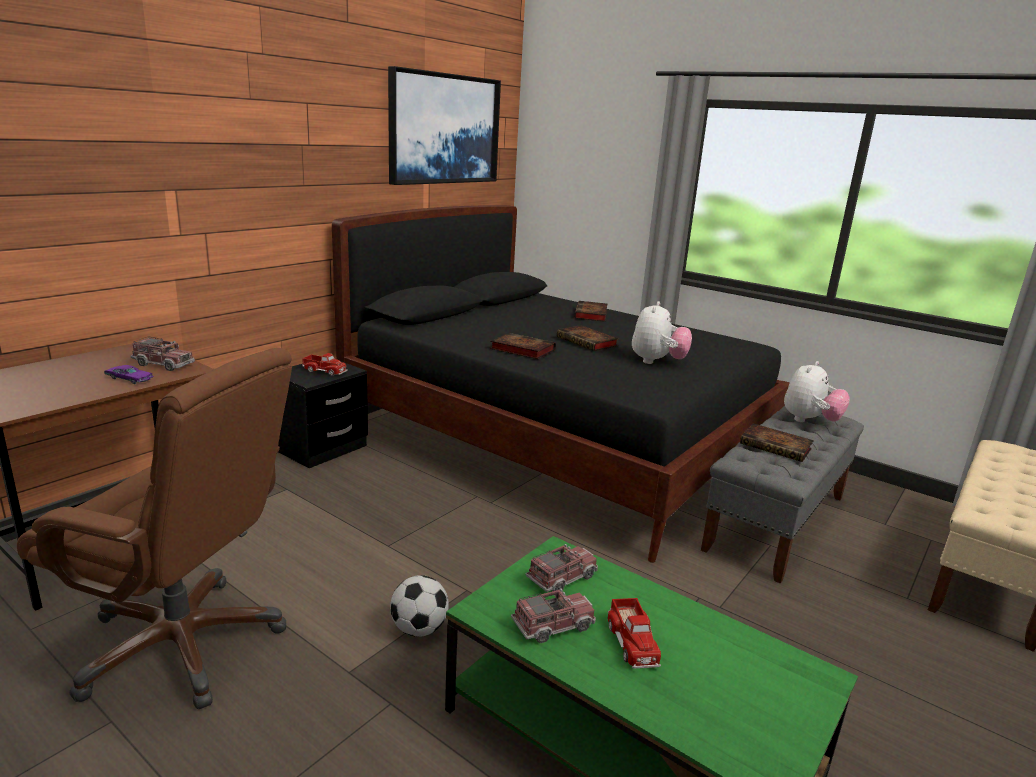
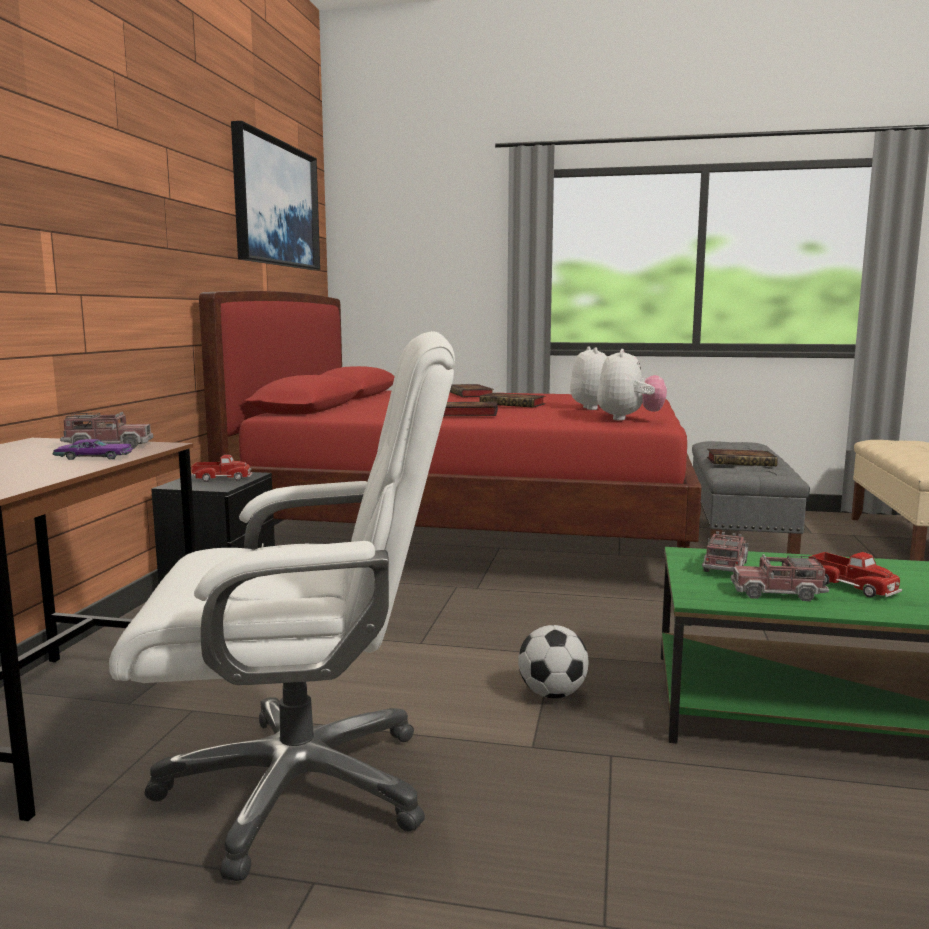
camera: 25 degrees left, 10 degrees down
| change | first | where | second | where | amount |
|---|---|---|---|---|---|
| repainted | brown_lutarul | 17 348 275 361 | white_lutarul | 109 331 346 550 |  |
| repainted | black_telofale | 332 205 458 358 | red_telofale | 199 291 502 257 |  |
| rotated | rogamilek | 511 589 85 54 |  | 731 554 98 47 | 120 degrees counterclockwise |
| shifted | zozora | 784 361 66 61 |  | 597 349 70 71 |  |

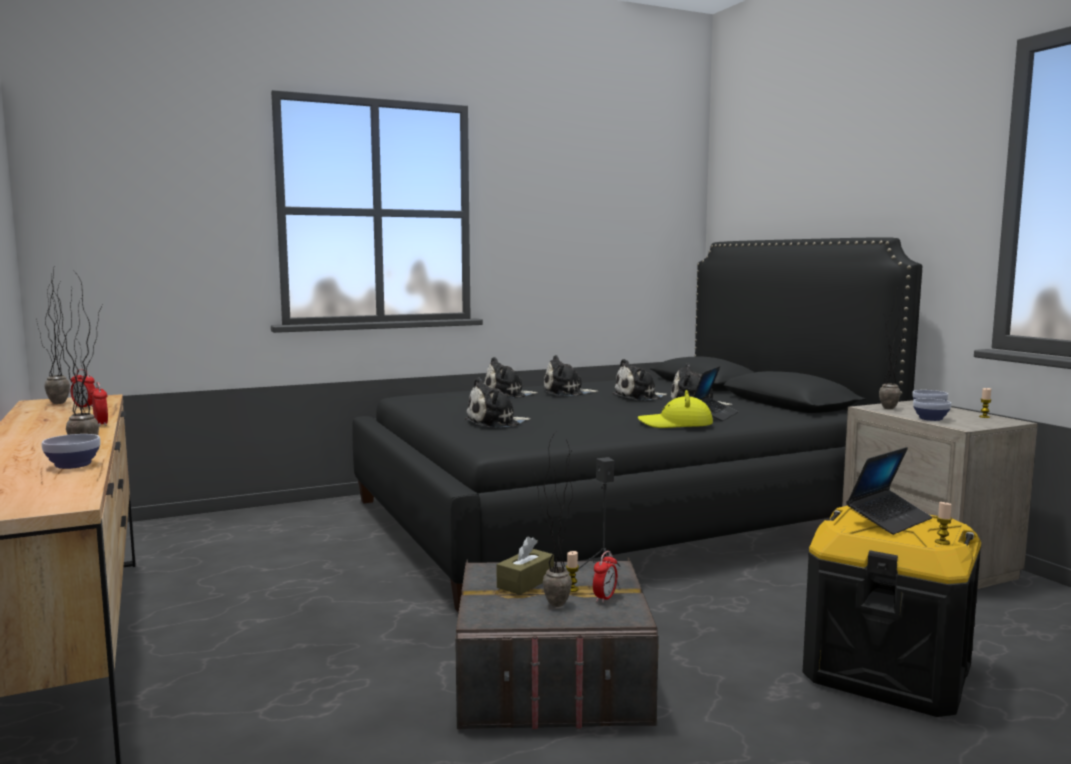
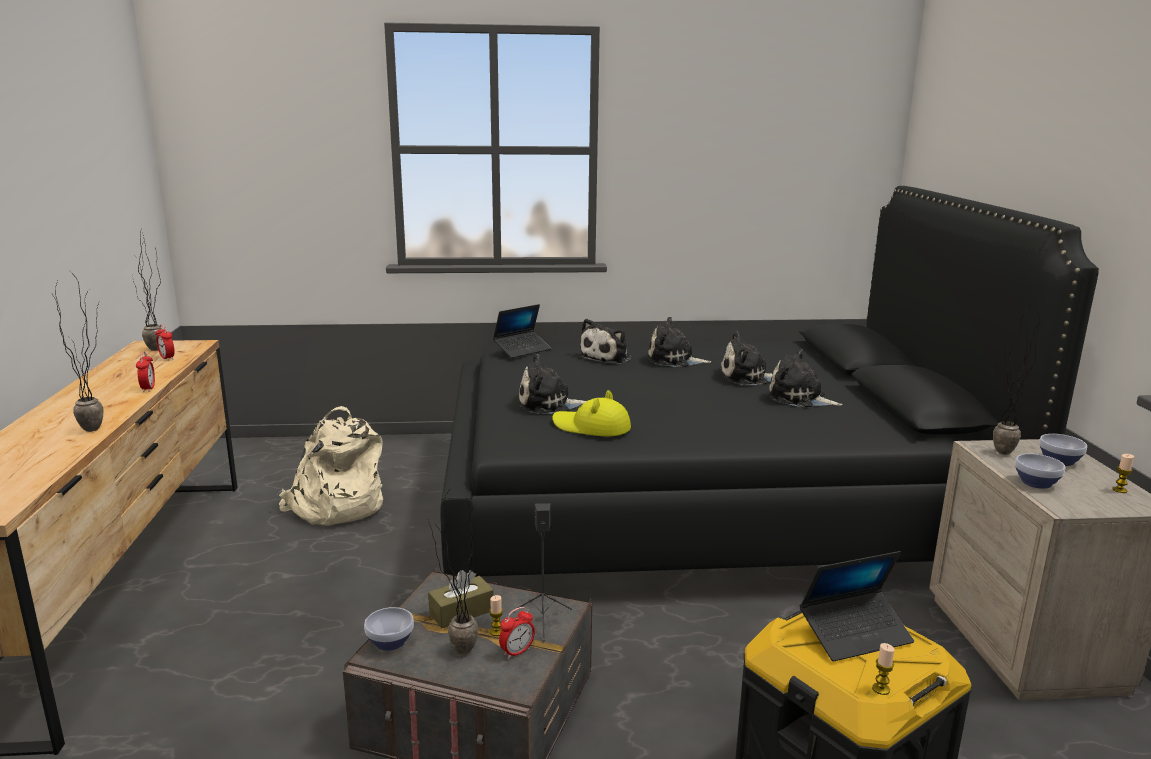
camera: 20 degrees right, 10 degrees up
| change | first | where | second | where | amount |
|---|---|---|---|---|---|
| shifted | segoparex | 42 434 59 35 |  | 364 607 50 44 |  |
| rotated | zozora | 484 357 54 41 |  | 578 319 54 45 | 60 degrees counterclockwise |
| shifted | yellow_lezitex | 638 390 75 38 |  | 552 390 79 47 |  |
| shifted | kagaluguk | 693 366 45 55 |  | 493 304 58 54 |  |
| new |  |  | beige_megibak | 278 406 105 120 |  |

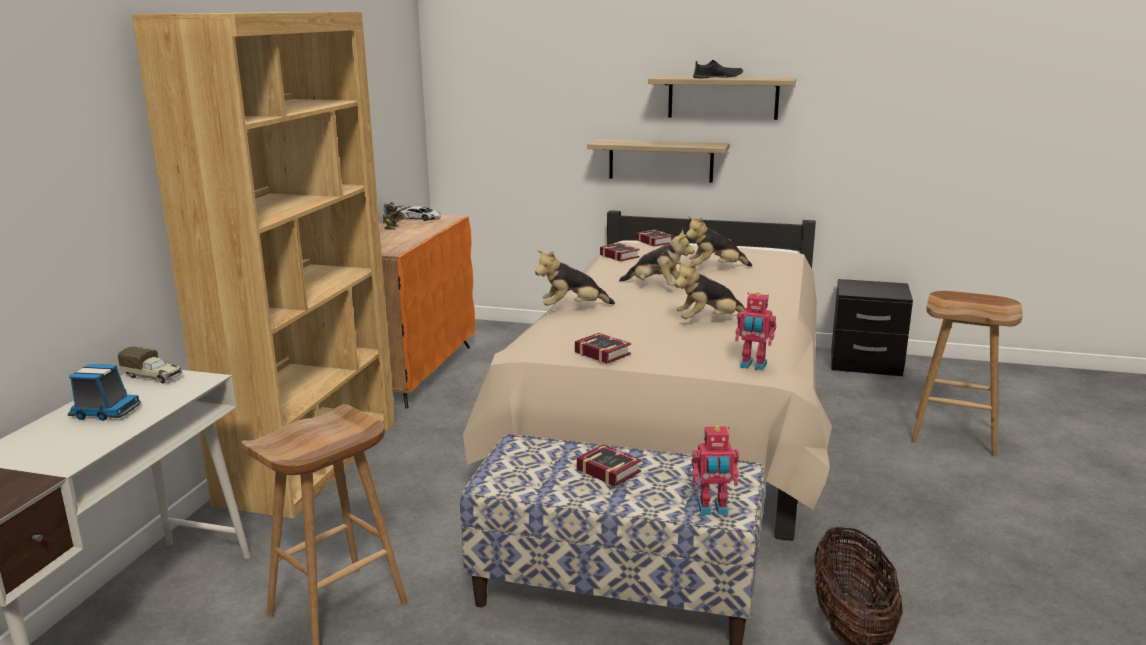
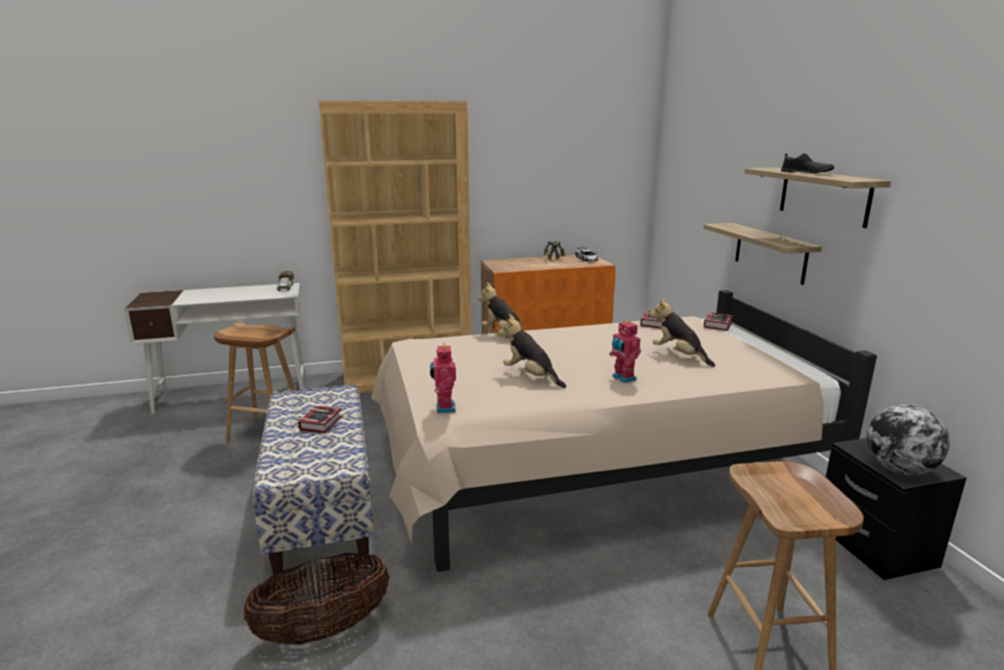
camera: 60 degrees right, 0 degrees up
| change | first | where | second | where | amount |
|---|---|---|---|---|---|
| gone | rogamilek | 68 364 73 57 |  |  |  |
| gone | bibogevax | 575 333 56 31 |  |  |  |
| gone | zozora | 619 229 76 57 |  |  |  |
| shifted | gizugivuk | 692 425 47 90 |  | 609 319 32 64 |  |
| new |  |  | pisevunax | 867 404 83 71 |  |

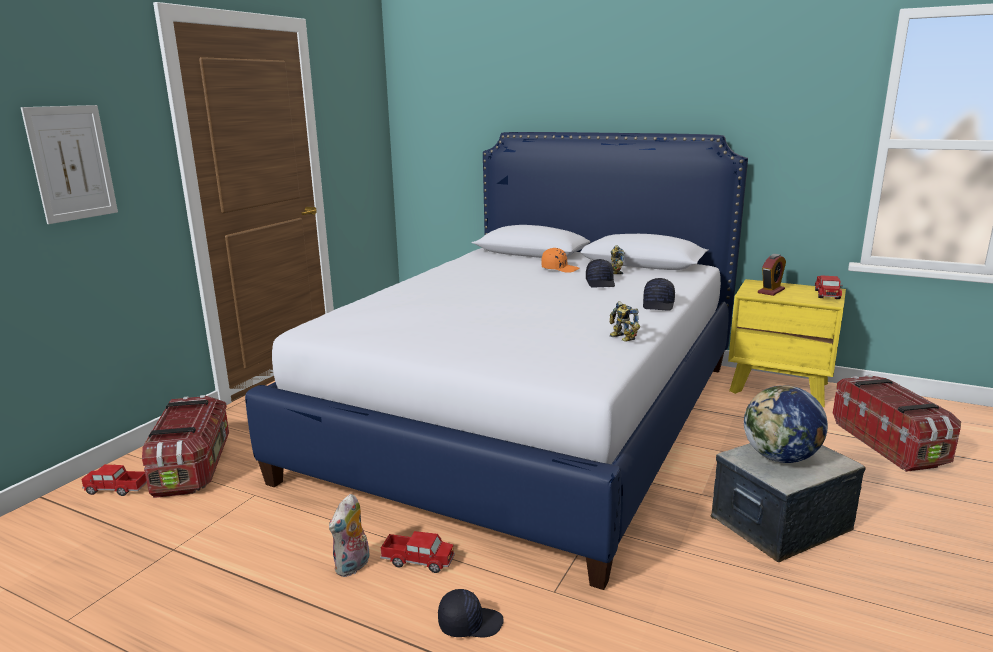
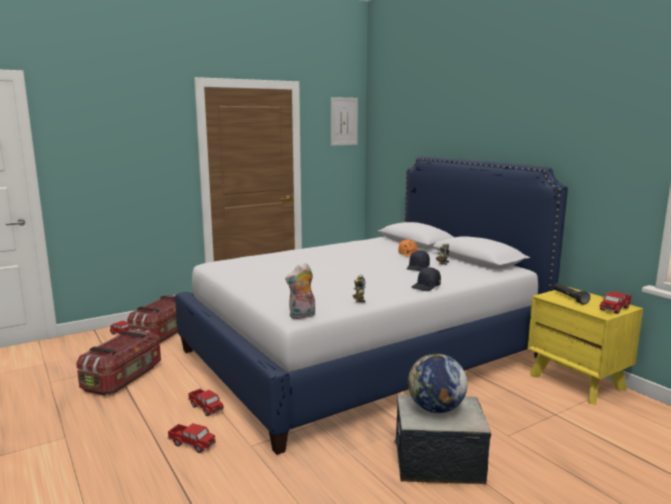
camera: 30 degrees right, 5 degrees down
| change | first | where | second | where | amount |
|---|---|---|---|---|---|
| shifted | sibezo | 21 105 97 119 |  | 331 97 27 49 |  |
| shifted | zozora | 329 494 40 83 |  | 285 263 30 56 |  |
| swapped | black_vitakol | 438 589 66 48 | rogamilek | 168 423 48 30 |  |
| swapped | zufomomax | 758 254 28 42 | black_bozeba | 553 283 37 22 |  |
| shifted | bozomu | 833 375 128 97 |  | 76 329 85 66 |  |

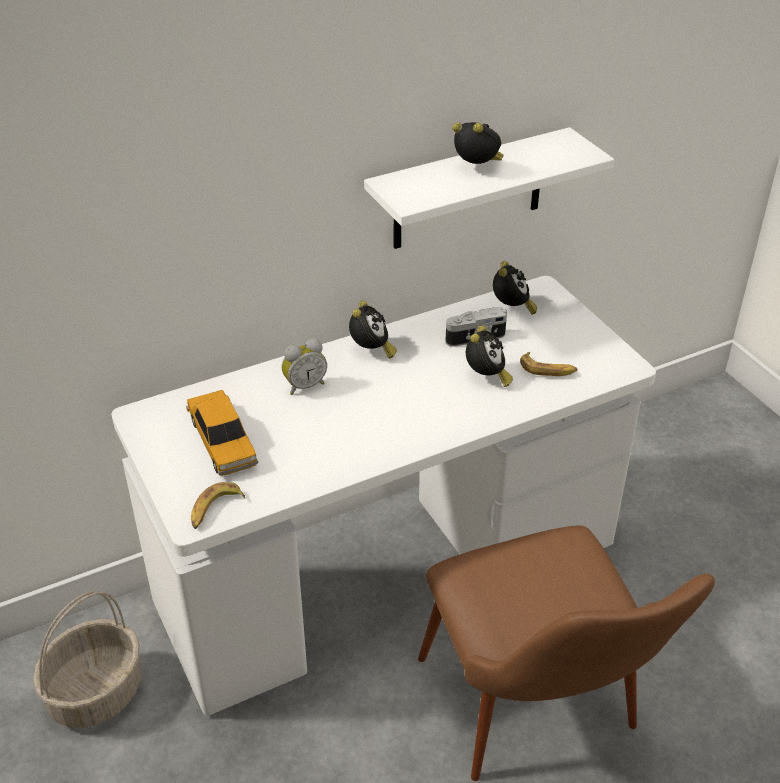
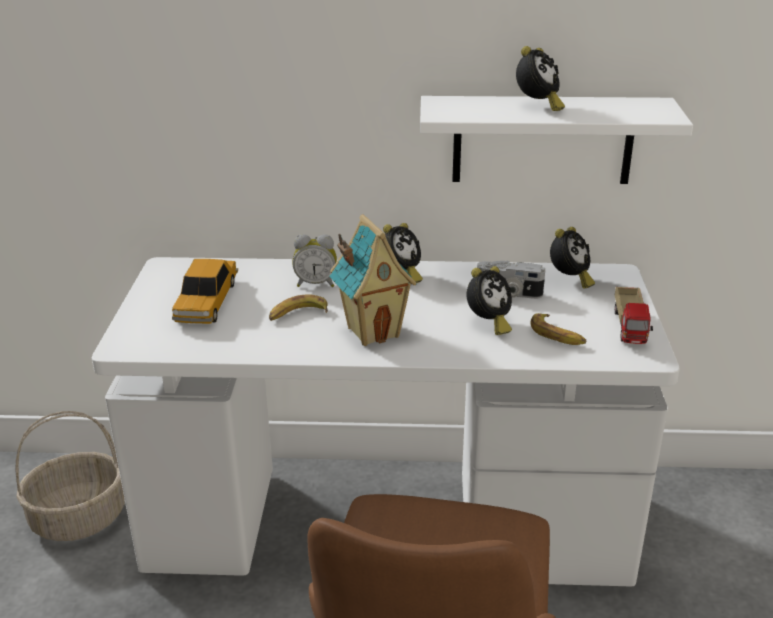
camera: 30 degrees right, 10 degrees down
| change | first | where | second | where | amount |
|---|---|---|---|---|---|
| shifted | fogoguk | 191 482 54 47 |  | 269 294 59 27 |  |
| rotated | zufomomax | 452 122 51 42 |  | 516 46 49 65 | 60 degrees clockwise |
| new |  |  | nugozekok | 329 214 88 132 |  |
| new |  |  | rogamilek | 615 287 38 57 |  |

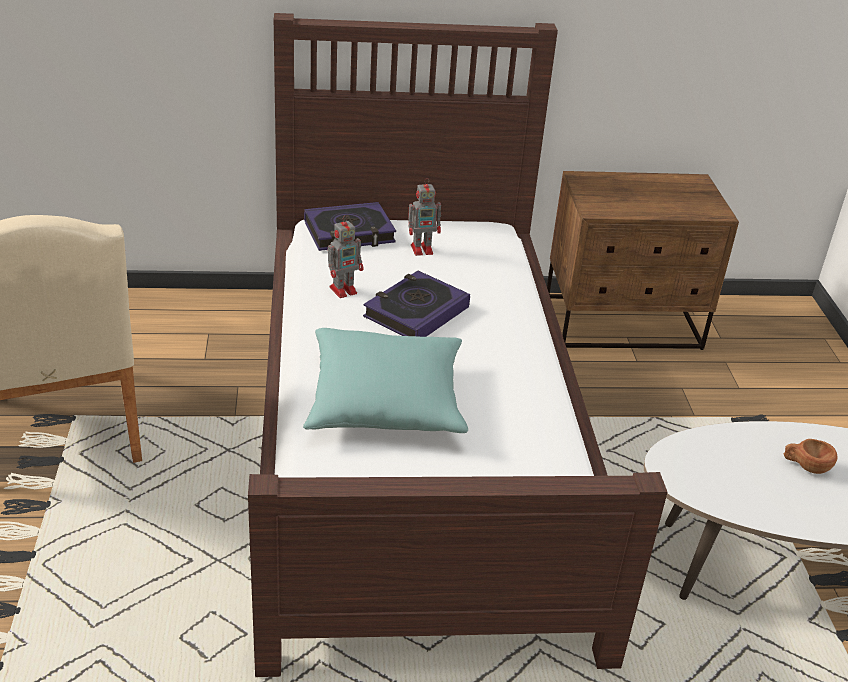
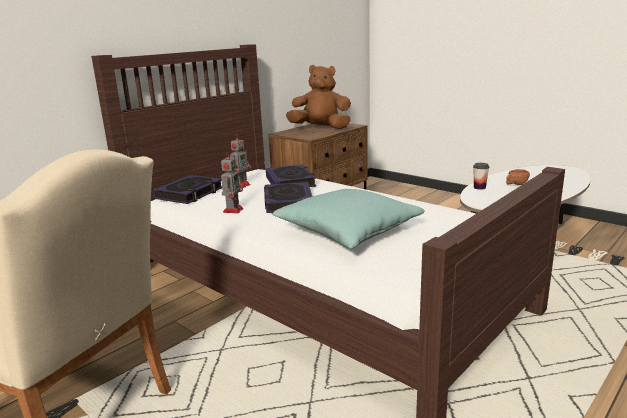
camera: 40 degrees left, 15 degrees down
| change | first | where | second | where | amount |
|---|---|---|---|---|---|
| new |  |  | bibogevax | 266 164 50 23 |  |
| new |  |  | brown_zozora | 286 65 65 64 |  |
| new |  |  | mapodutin | 473 163 16 27 |  |

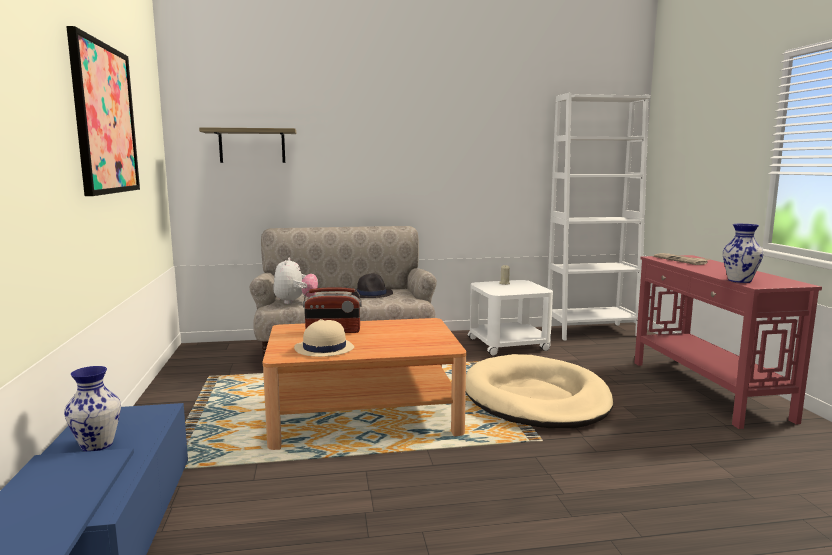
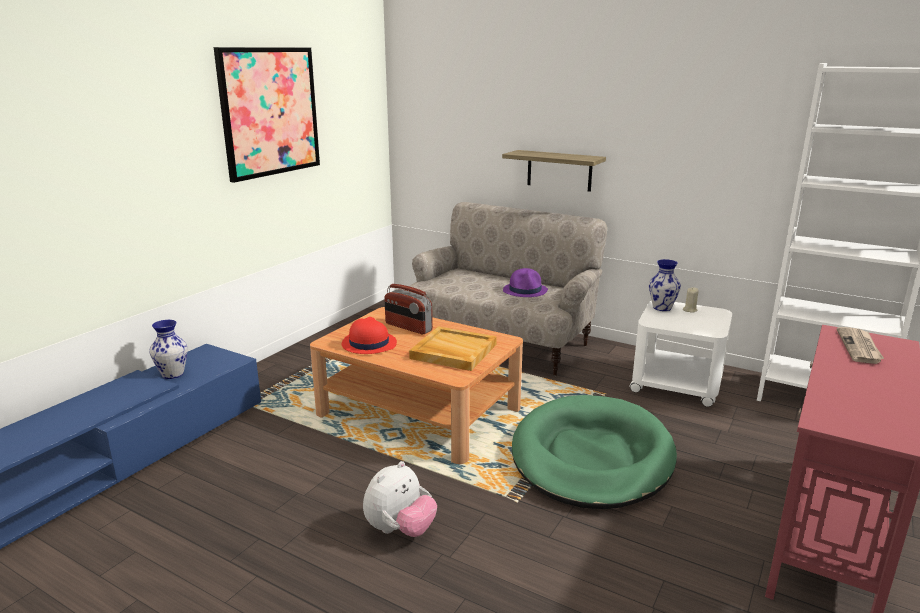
camera: 40 degrees right, 10 degrees up
| change | first | where | second | where | amount |
|---|---|---|---|---|---|
| shifted | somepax | 199 127 97 36 |  | 502 150 104 42 |  |
| shifted | zozora | 273 257 45 47 |  | 363 461 74 76 |  |
| repainted | beige_lezitex | 294 319 60 38 | red_lezitex | 342 317 55 37 |  |
| repainted | black_lezitex | 351 274 42 24 | purple_lezitex | 503 268 45 29 |  |
| repainted | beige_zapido | 466 354 148 74 | green_zapido | 512 395 165 114 |  |
| shifted | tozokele | 723 224 41 59 |  | 649 259 32 52 |  |
| new |  |  | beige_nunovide | 409 326 88 45 |  |

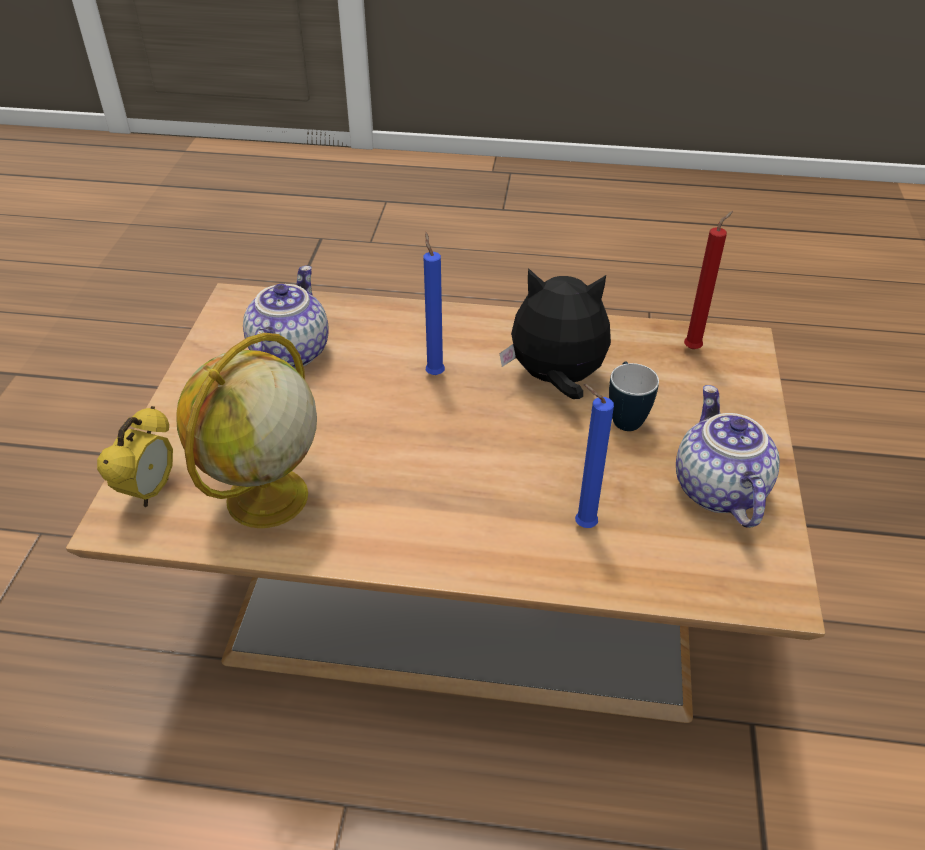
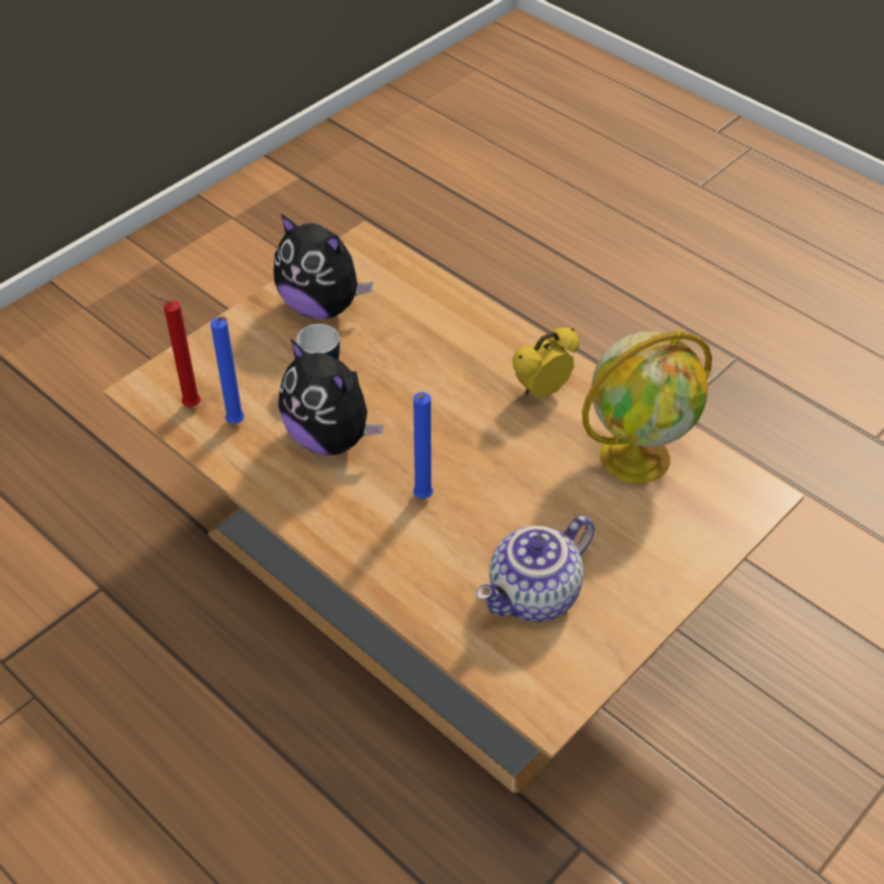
camera: 145 degrees left, 5 degrees up
| change | first | where | second | where | amount |
|---|---|---|---|---|---|
| shifted | zufomomax | 97 406 76 102 |  | 512 327 68 70 |  |
| shifted | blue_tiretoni | 575 384 39 144 |  | 210 316 34 108 |  |
| swapped | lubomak | 676 385 104 143 | zozora | 274 214 99 105 |  |

